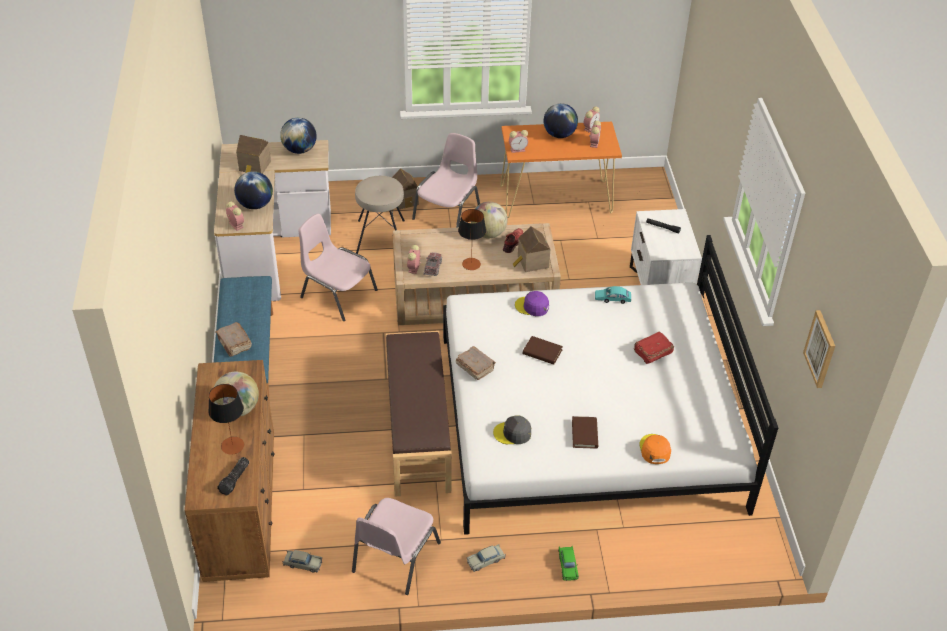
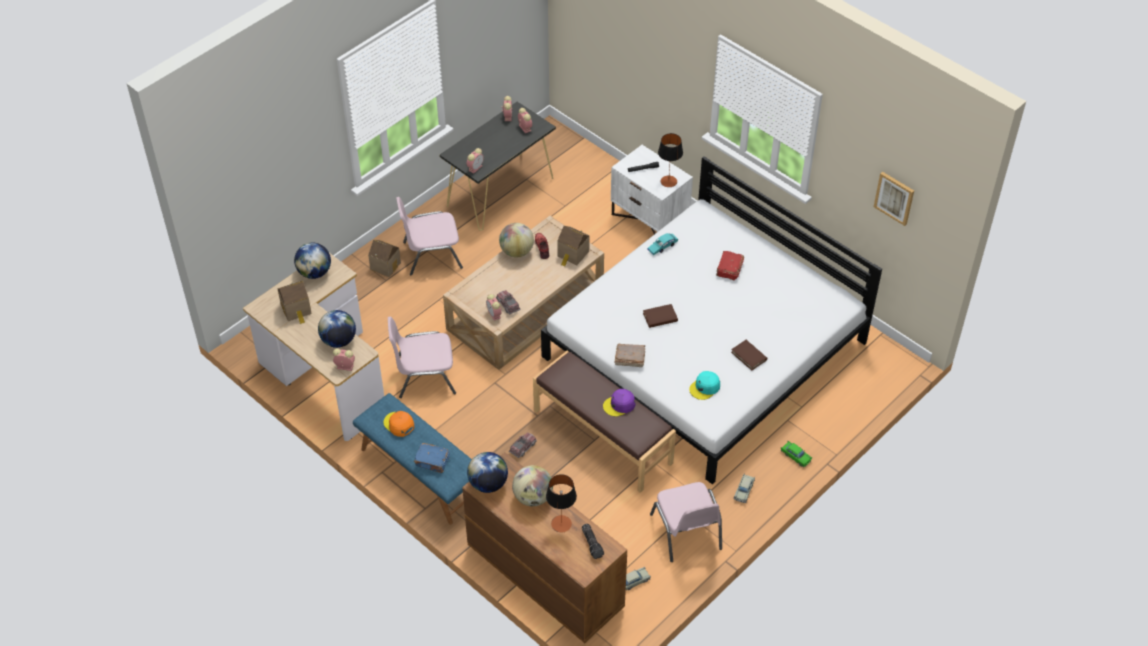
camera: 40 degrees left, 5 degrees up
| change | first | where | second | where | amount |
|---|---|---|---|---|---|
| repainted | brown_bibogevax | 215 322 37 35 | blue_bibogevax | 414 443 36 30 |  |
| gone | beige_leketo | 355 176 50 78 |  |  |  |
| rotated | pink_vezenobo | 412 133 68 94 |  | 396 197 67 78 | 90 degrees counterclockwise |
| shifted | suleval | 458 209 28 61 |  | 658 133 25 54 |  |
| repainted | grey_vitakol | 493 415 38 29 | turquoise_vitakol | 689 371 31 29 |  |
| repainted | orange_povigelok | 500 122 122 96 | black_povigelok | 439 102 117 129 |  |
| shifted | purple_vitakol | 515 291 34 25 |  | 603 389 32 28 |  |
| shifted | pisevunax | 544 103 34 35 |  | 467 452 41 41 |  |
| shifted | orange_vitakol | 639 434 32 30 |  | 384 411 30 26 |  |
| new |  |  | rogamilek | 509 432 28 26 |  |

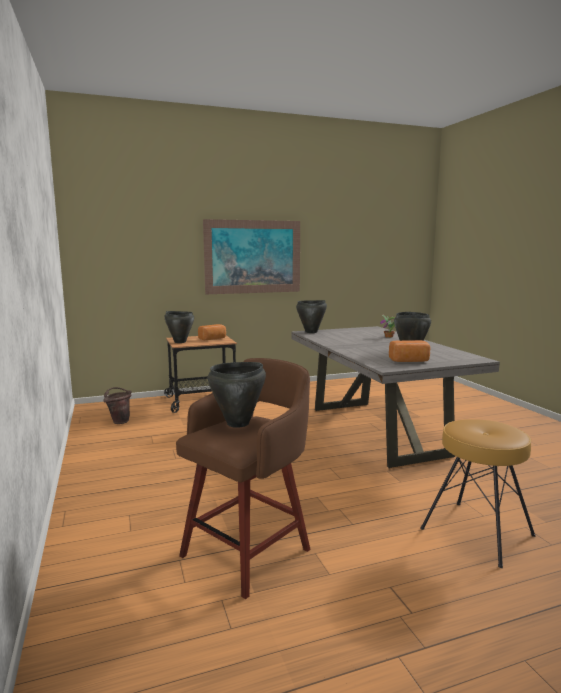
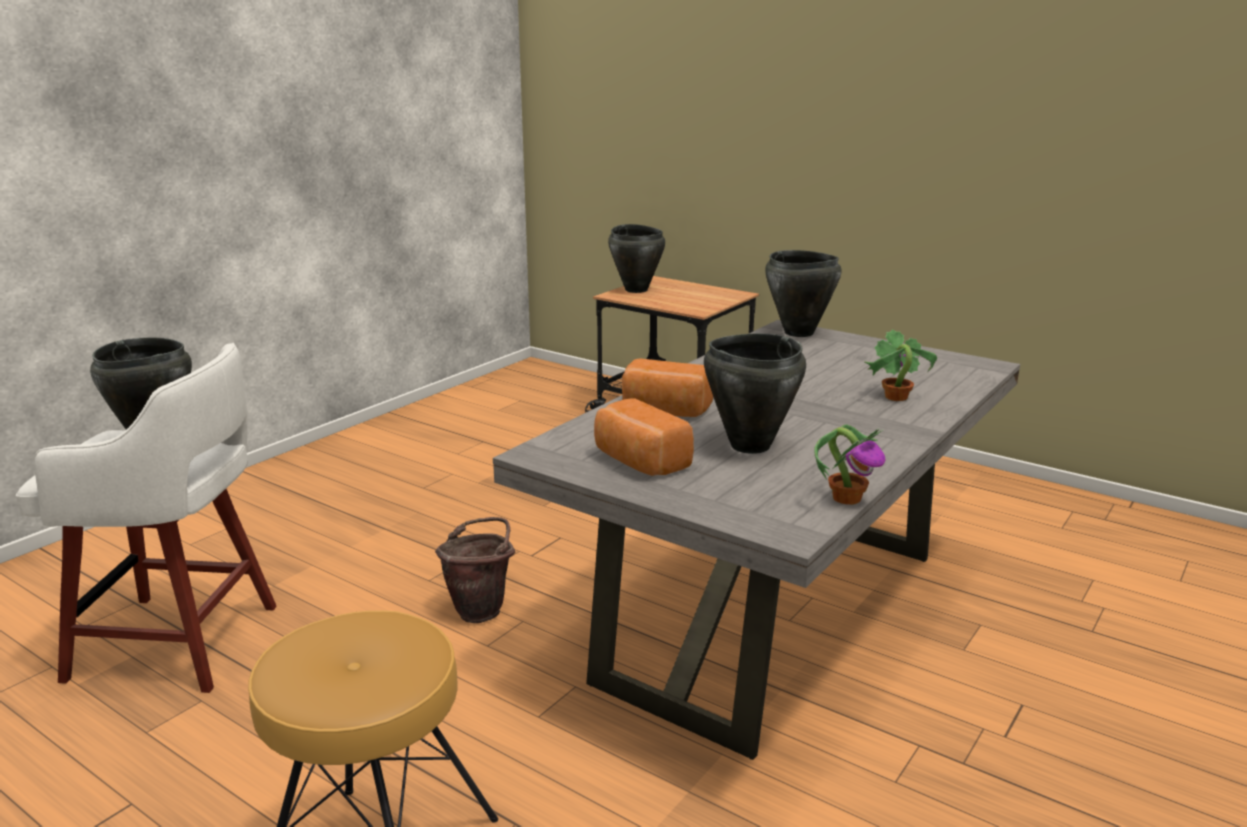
camera: 55 degrees right, 10 degrees up
| change | first | where | second | where | amount |
|---|---|---|---|---|---|
| shifted | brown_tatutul | 103 387 28 37 |  | 435 517 80 106 |  |
| repainted | brown_leketo | 176 358 134 241 | white_leketo | 16 343 261 350 |  |
| shifted | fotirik | 198 324 28 16 |  | 622 358 91 59 |  |
| gone | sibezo | 203 219 97 75 |  |  |  |
| new |  |  | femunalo | 814 424 71 81 |  |

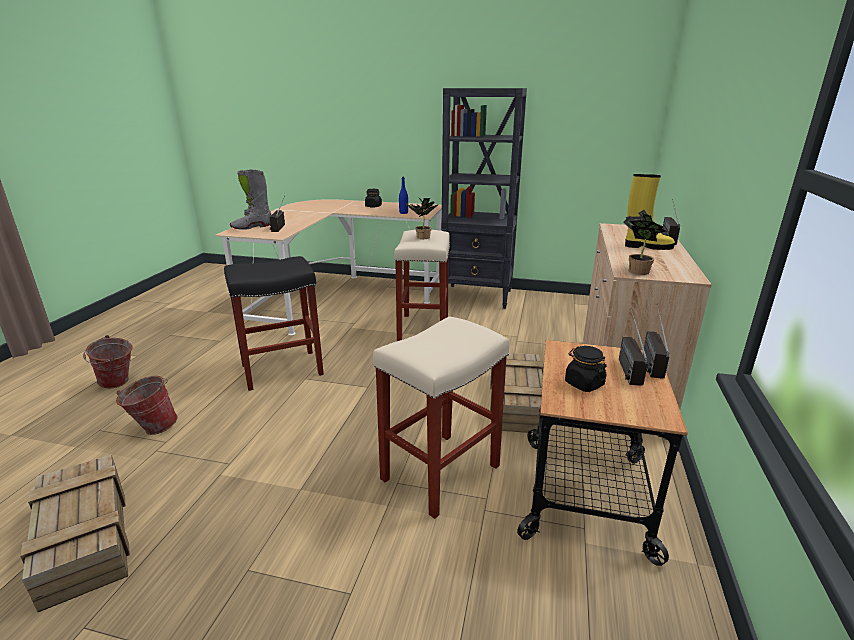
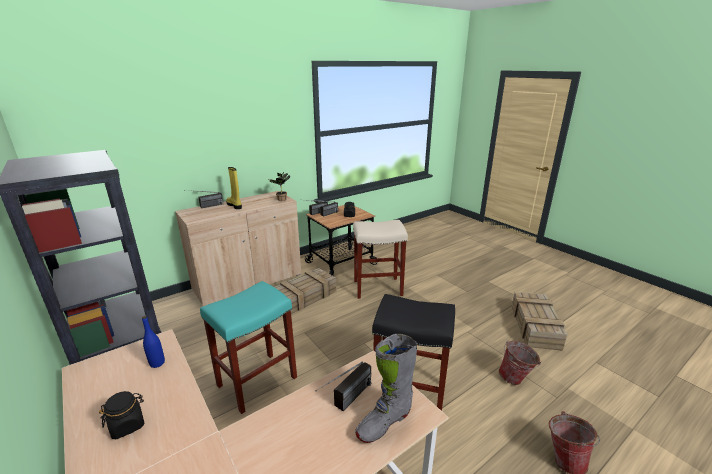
camera: 140 degrees left, 0 degrees up
| change | first | where | second | where | amount |
|---|---|---|---|---|---|
| rotated | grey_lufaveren | 230 169 41 61 |  | 355 334 62 109 | 135 degrees clockwise |
| repainted | beige_leketo | 394 230 56 111 | turquoise_leketo | 200 281 97 133 |  |
| gone | femunalo | 406 197 33 42 |  |  |  |

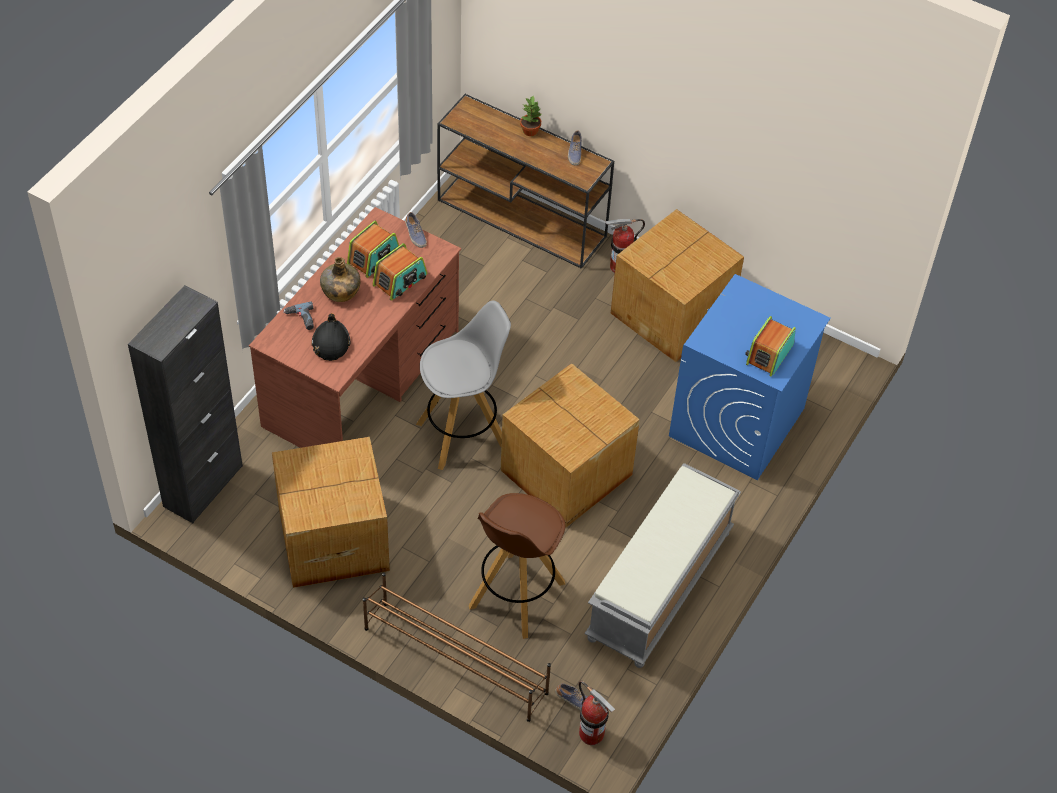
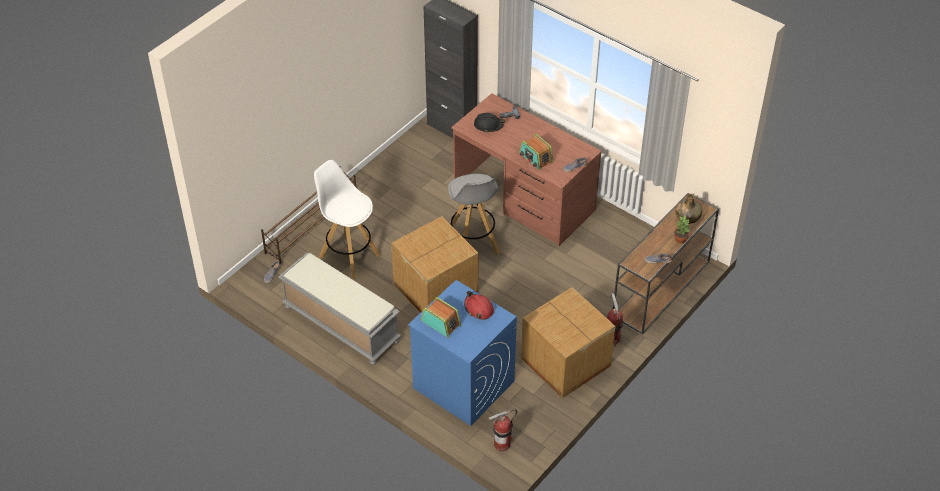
camera: 100 degrees right, 5 degrees down
| change | first | where | second | where | amount |
|---|---|---|---|---|---|
| gone | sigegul | 272 437 118 151 |  |  |  |
| shifted | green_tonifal | 320 257 41 45 |  | 675 194 27 30 |  |
| gone | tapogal | 347 221 52 57 |  |  |  |
| repainted | brown_leketo | 469 493 97 146 | white_leketo | 314 160 67 119 |  |
| shifted | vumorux | 579 681 36 64 |  | 489 409 28 42 |  |
| new |  |  | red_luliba | 464 291 30 29 |  |

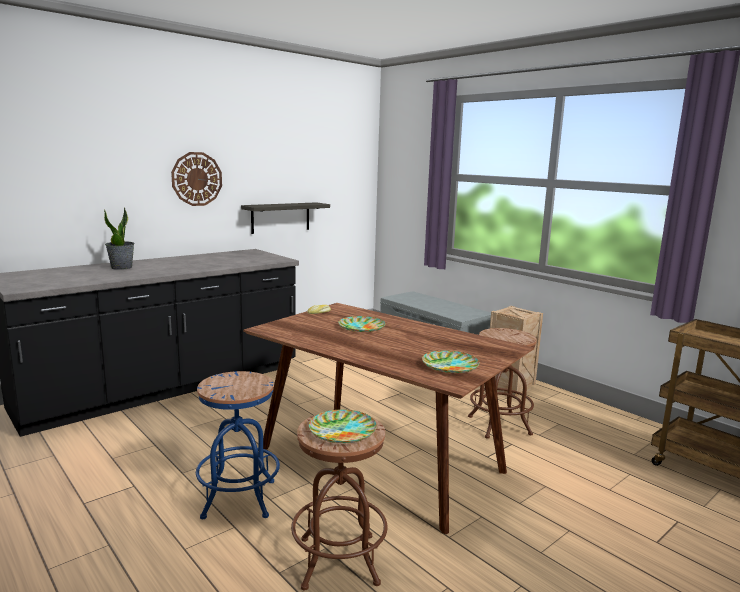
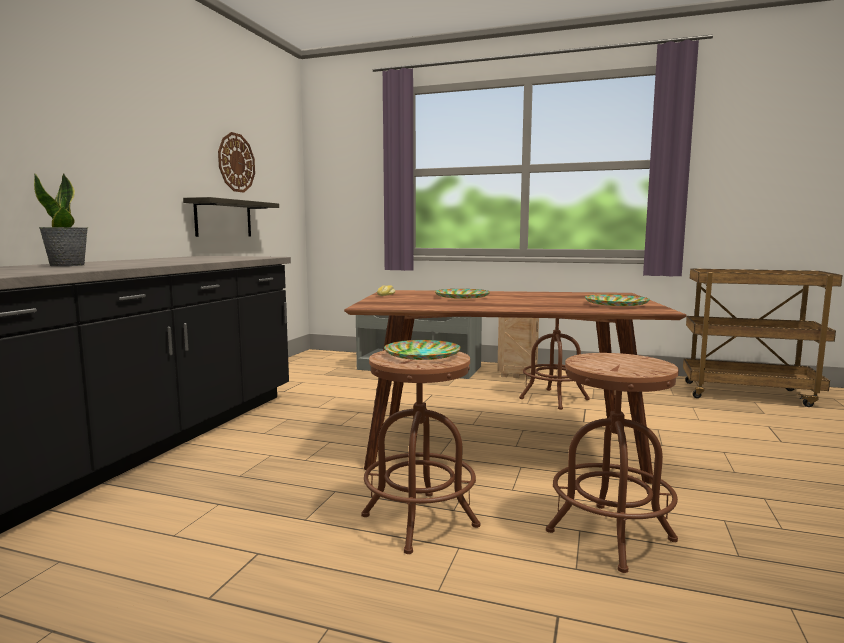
camera: 30 degrees left, 5 degrees down
| change | first | where | second | where | amount |
|---|---|---|---|---|---|
| shifted | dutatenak | 171 152 51 54 |  | 218 132 37 61 |  |
| repainted | blue_leketo | 196 371 84 148 | brown_leketo | 361 350 119 204 |  |
| shifted | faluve | 309 409 68 34 |  | 384 340 77 20 |  |

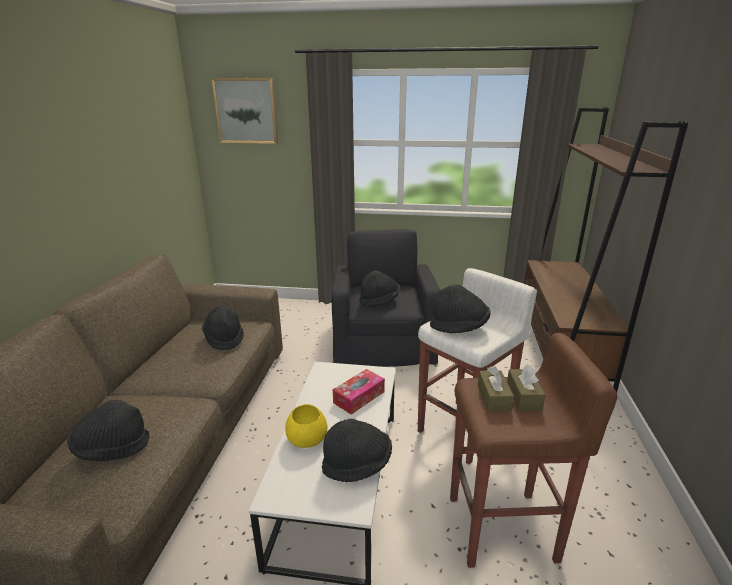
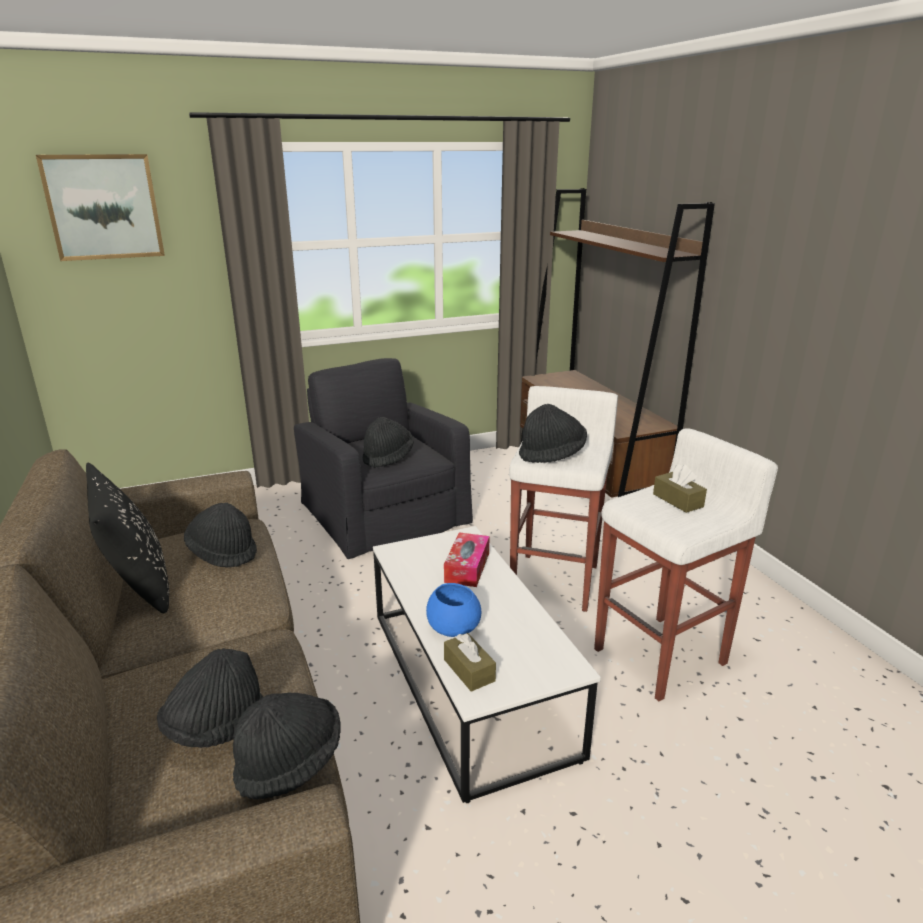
camera: 30 degrees left, 0 degrees up
| change | first | where | second | where | amount |
|---|---|---|---|---|---|
| repainted | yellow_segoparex | 285 404 42 44 | blue_segoparex | 426 583 55 54 |  |
| shifted | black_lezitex | 322 419 70 63 |  | 233 693 107 106 |  |
| repainted | brown_leketo | 450 333 168 235 | white_leketo | 594 428 184 273 |  |
| shifted | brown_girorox | 478 367 36 45 |  | 444 633 52 59 |  |
| new |  |  | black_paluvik | 86 463 83 150 |  |

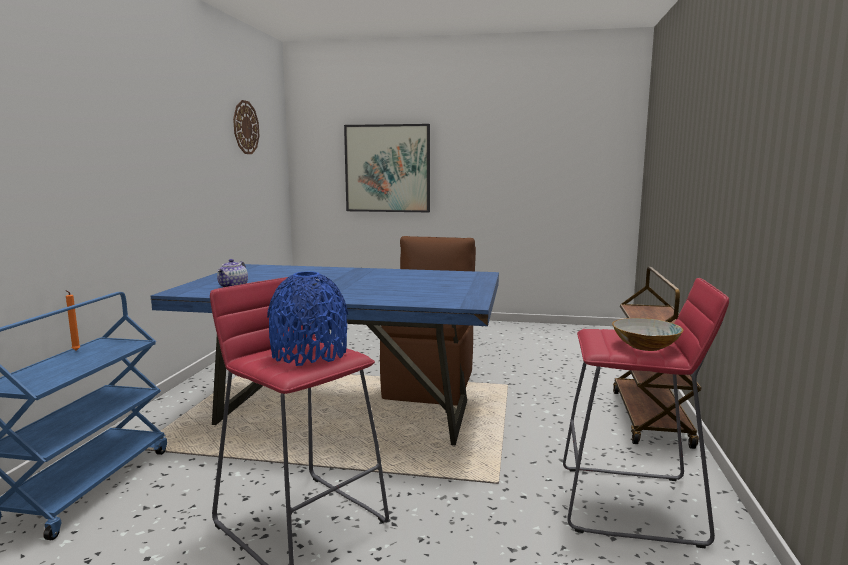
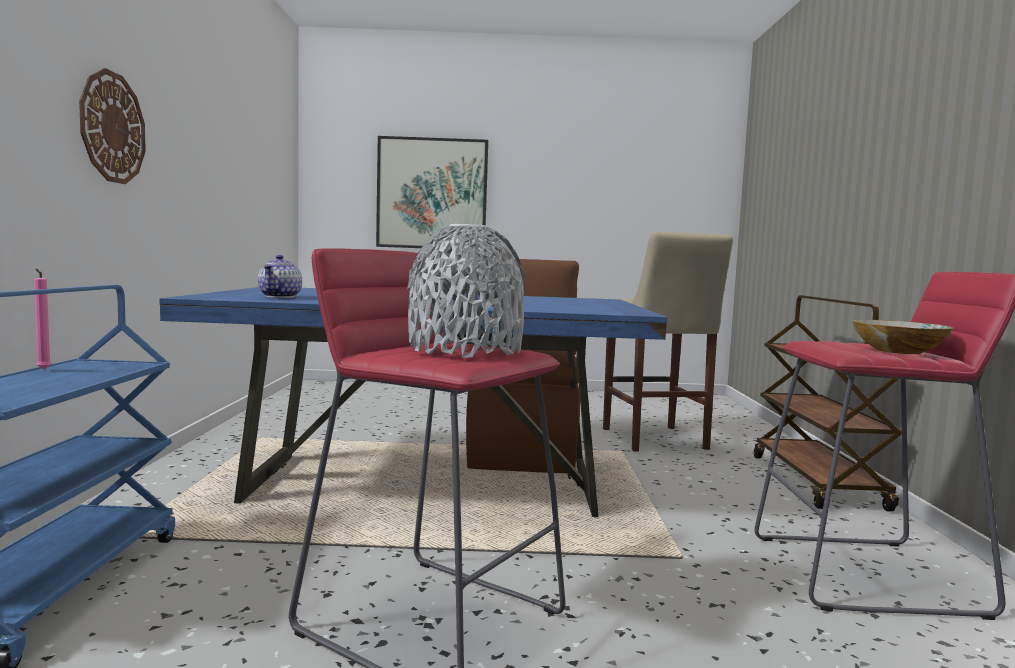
camera: 10 degrees left, 5 degrees down
| change | first | where | second | where | amount |
|---|---|---|---|---|---|
| repainted | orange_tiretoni | 66 290 15 61 | pink_tiretoni | 34 269 18 100 |  |
| shifted | dutatenak | 233 100 26 54 |  | 79 68 67 116 |  |
| repainted | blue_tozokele | 267 271 81 95 | grey_tozokele | 407 224 118 134 |  |
| new |  |  | beige_leketo | 603 231 130 220 |  |

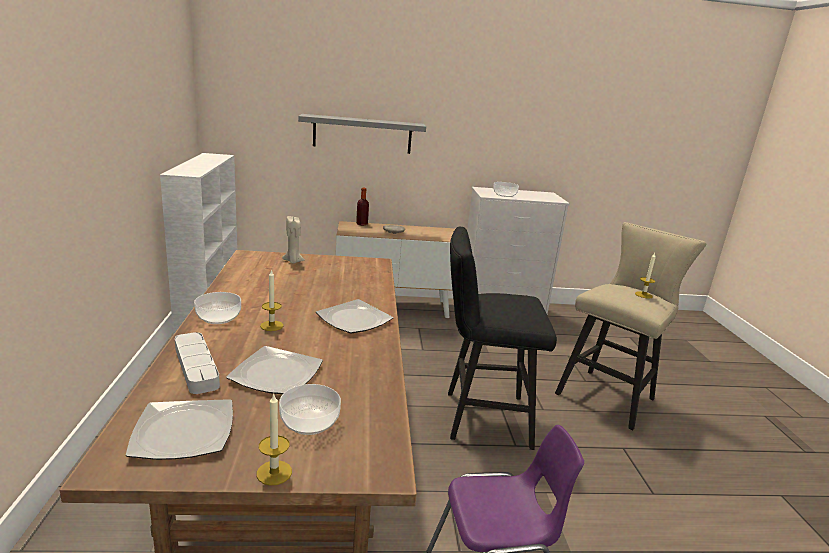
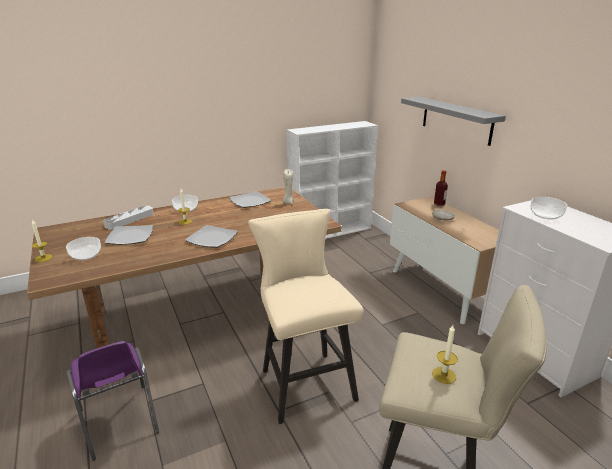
camera: 70 degrees right, 5 degrees up
| change | first | where | second | where | amount |
|---|---|---|---|---|---|
| shifted | faluve | 126 399 107 61 |  | 229 191 43 17 |  |
| repainted | black_leketo | 448 227 109 223 | beige_leketo | 248 209 116 215 |  |

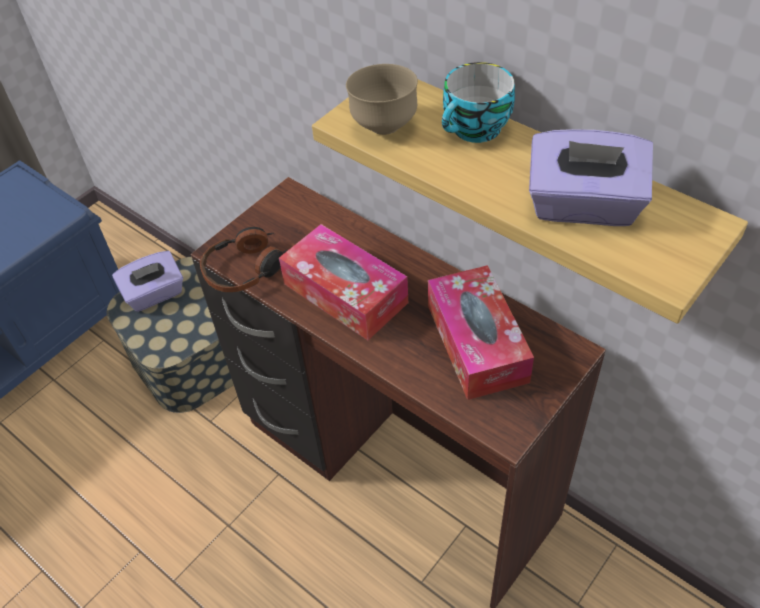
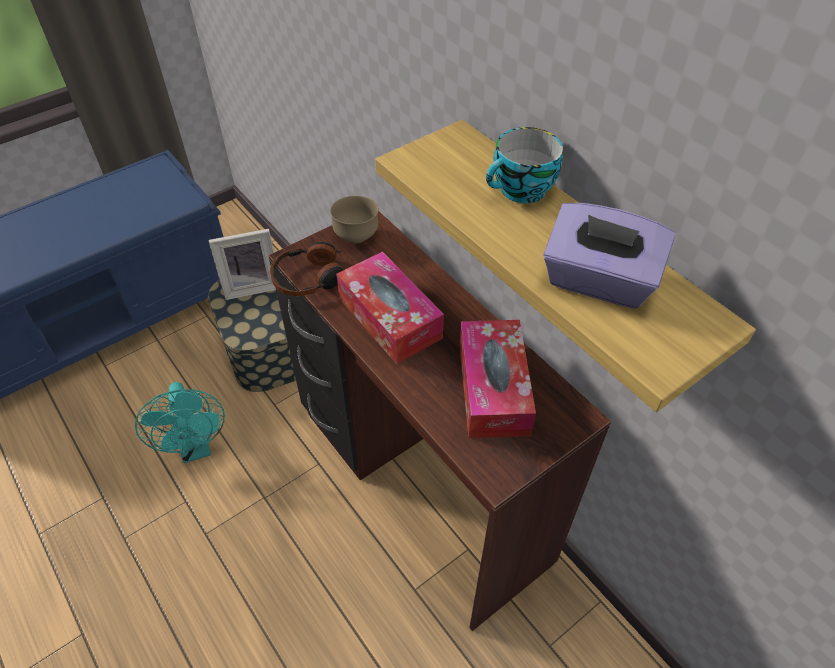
camera: 10 degrees right, 0 degrees up
| change | first | where | second | where | amount |
|---|---|---|---|---|---|
| swapped | purple_girorox | 112 251 71 61 | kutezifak | 209 229 67 71 |  |
| shifted | brown_segoparex | 346 64 72 71 |  | 330 196 48 47 |  |
| new |  |  | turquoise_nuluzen | 135 382 90 81 |  |

